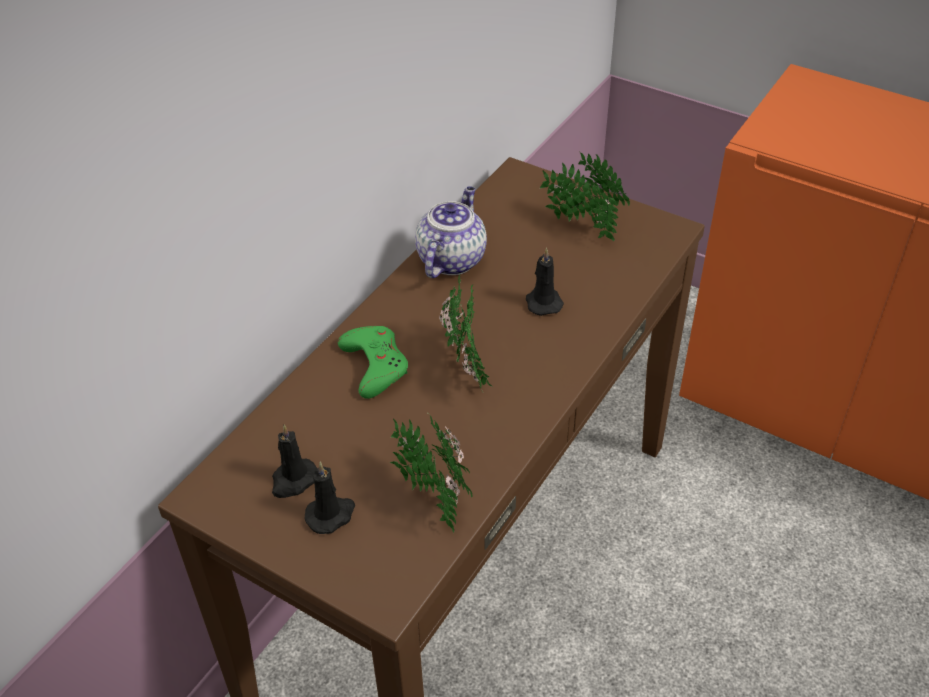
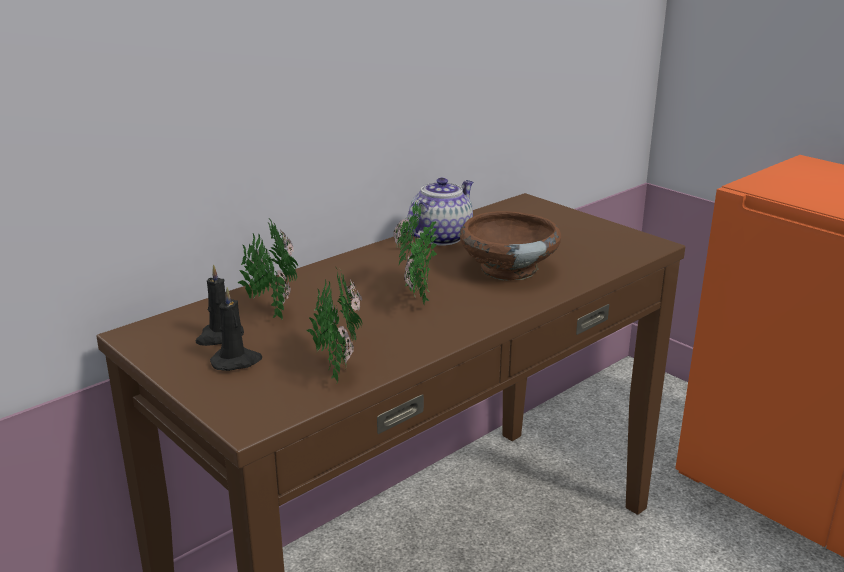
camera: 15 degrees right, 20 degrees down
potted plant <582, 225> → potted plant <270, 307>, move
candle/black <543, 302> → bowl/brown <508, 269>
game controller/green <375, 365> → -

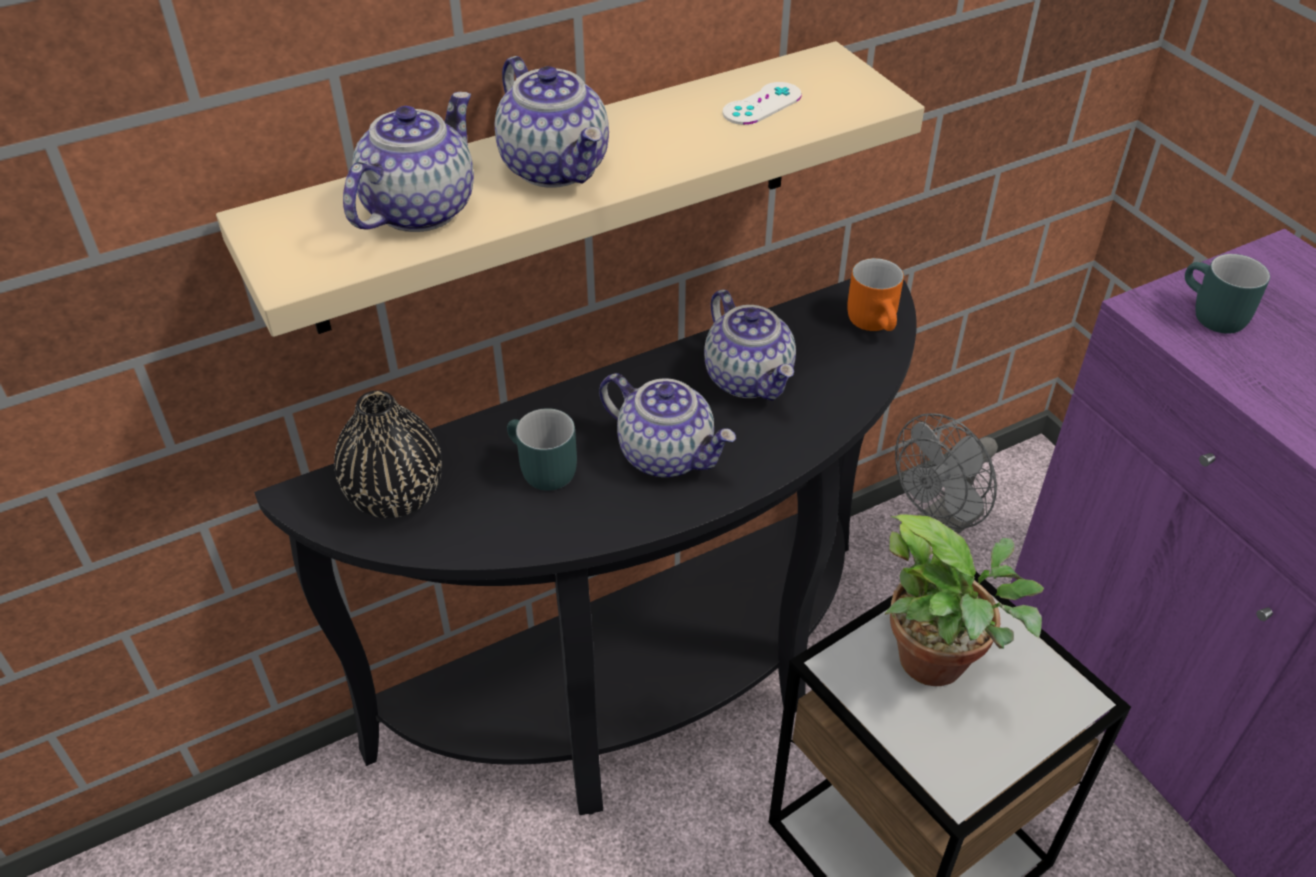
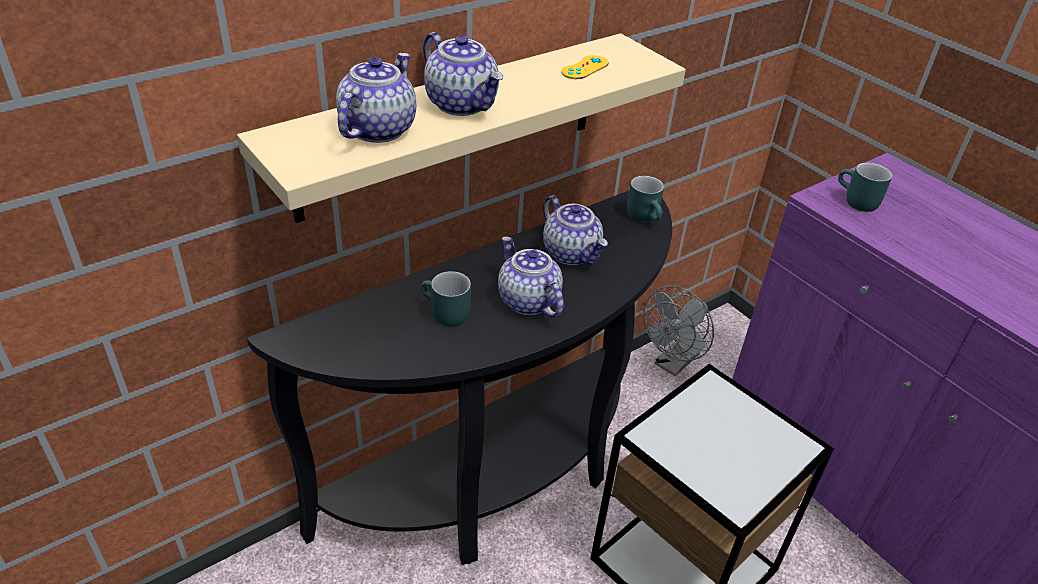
camera: 10 degrees left, 5 degrees down
teapot <667, 454> → teapot <527, 301>, 150 degrees counterclockwise
game controller/white <762, 104> → game controller/yellow <584, 68>
mug/orange <877, 322> → mug/turquoise <646, 217>
vase/black <395, 495> → -
potted plant <941, 664> → -

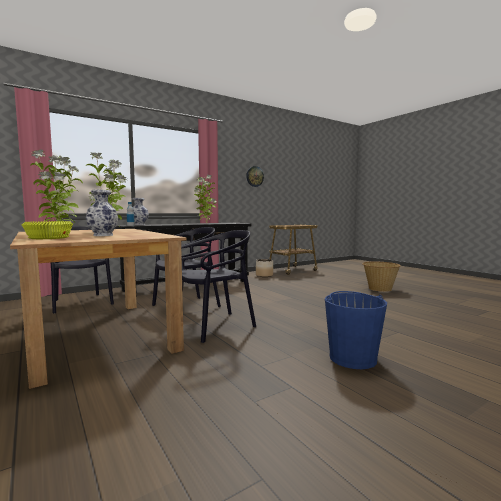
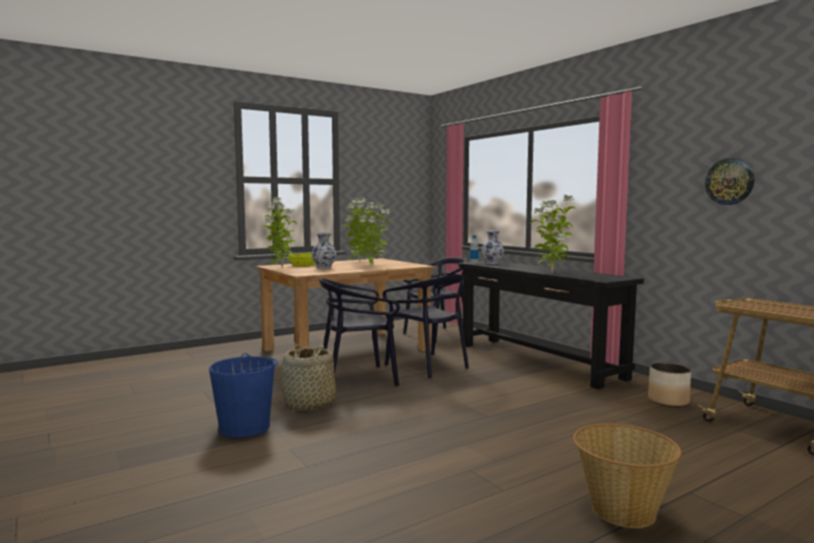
camera: 90 degrees right, 0 degrees up
- → potted plant <281, 268>
- → basket <309, 404>
chair/black <215, 326> → chair/black <358, 378>, 105 degrees clockwise

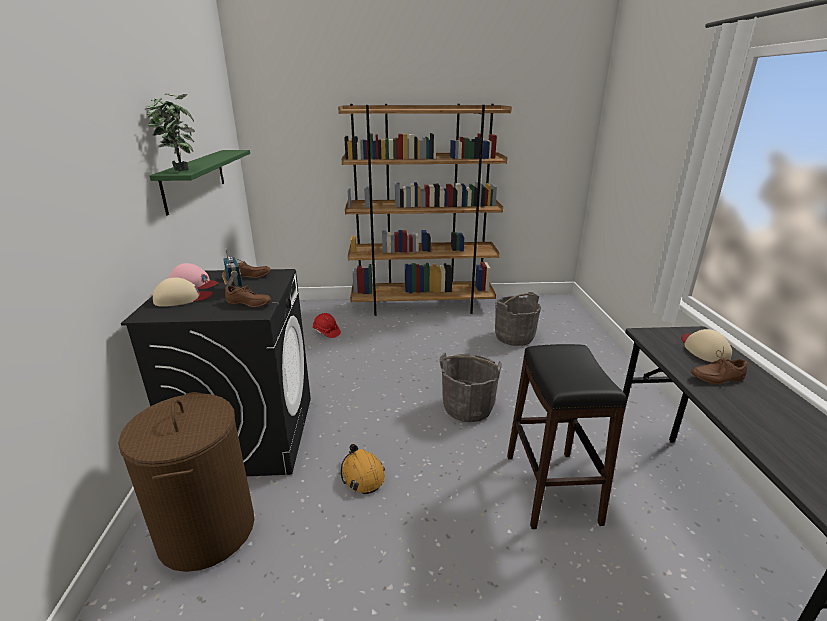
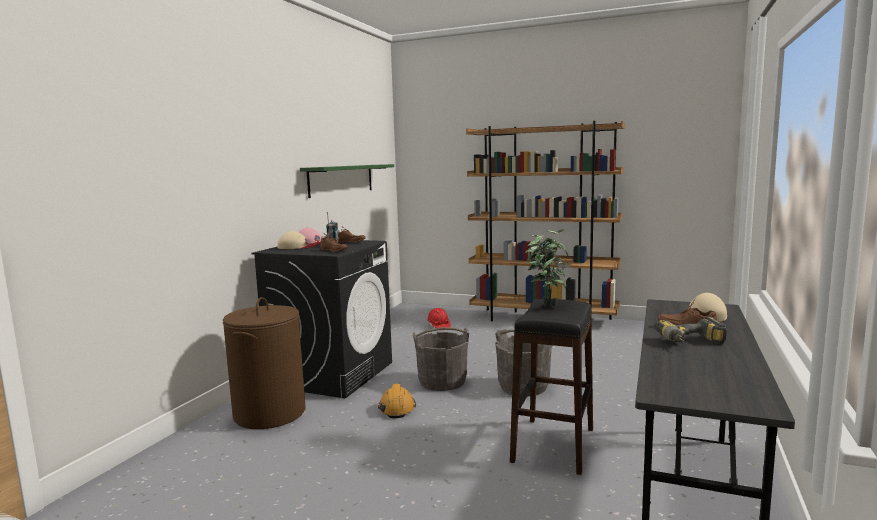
camera: 25 degrees right, 15 degrees down
bucket/grey <514, 337> → bucket/grey <442, 382>, move
potted plant <180, 170> → potted plant <546, 304>, move
- → power drill <692, 343>

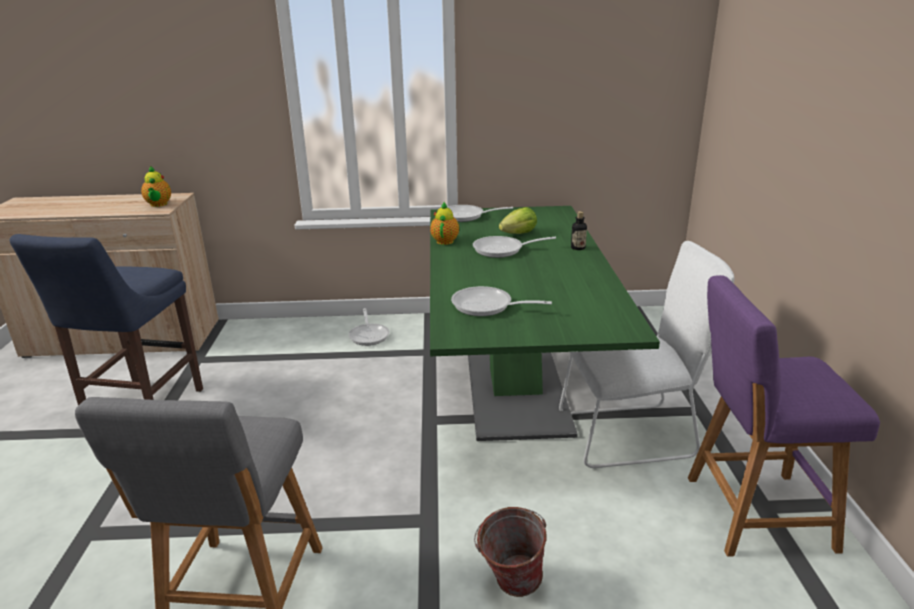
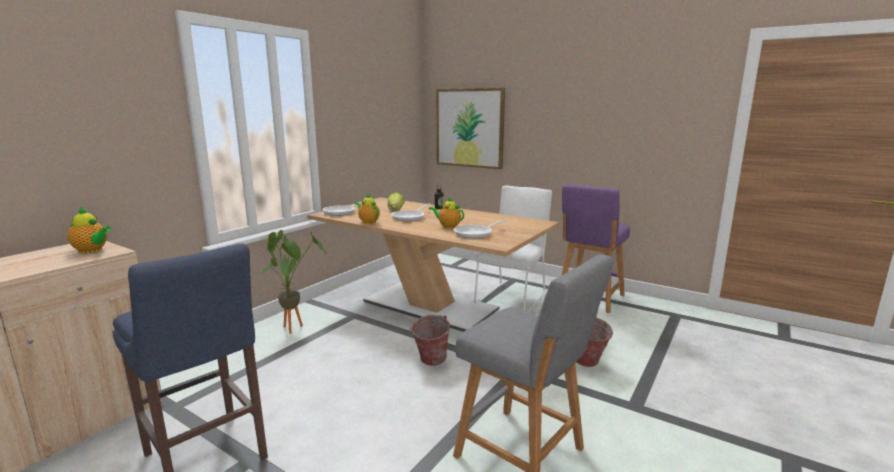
camera: 55 degrees left, 10 degrees down
frying pan <369, 335> → potted plant <294, 326>
dining table/green <514, 384> → dining table/beige <430, 306>
- → bucket <430, 362>
- → teapot <448, 226>
- → picture <469, 128>

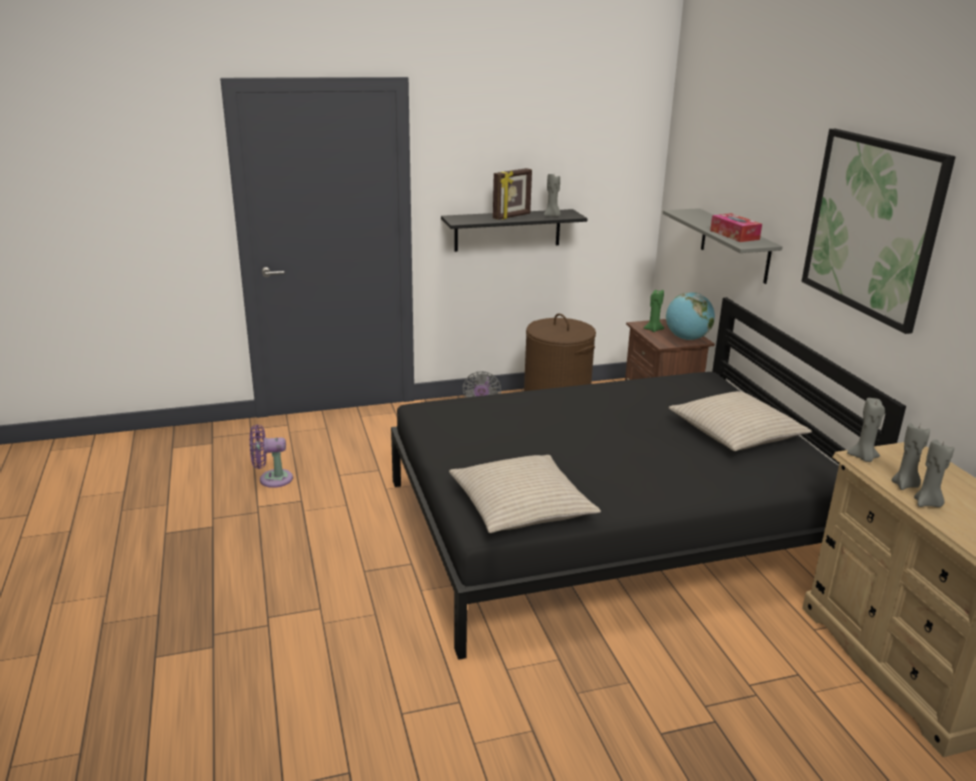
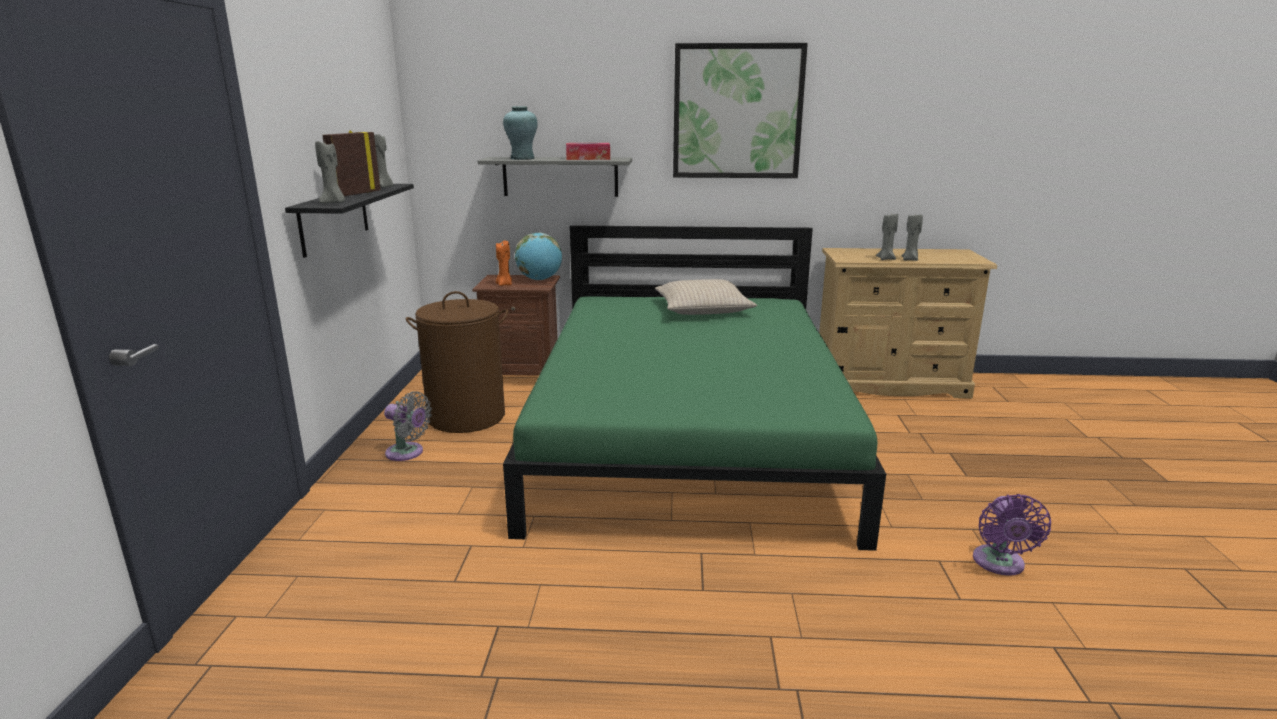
camera: 70 degrees left, 5 degrees down
candle/grey <863, 458> → candle/grey <334, 203>, move
picture frame <512, 216> → picture frame <355, 194>, 135 degrees counterclockwise
candle/green <653, 329> → candle/orange <504, 284>
- → vase/turquoise <522, 158>
bed/black <609, 528> → bed/green <689, 435>
fan/purple <272, 479> → fan/purple <999, 564>, move
pillow/beige <521, 506> → -

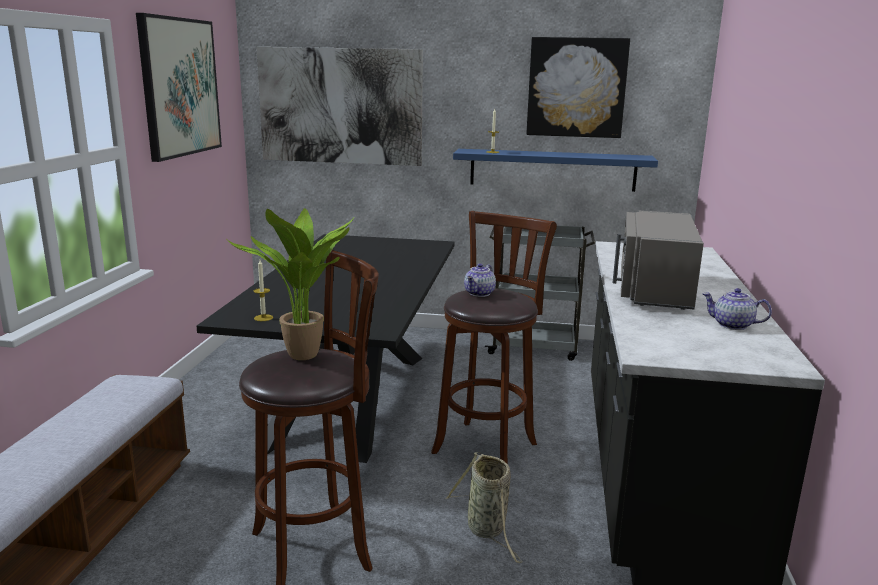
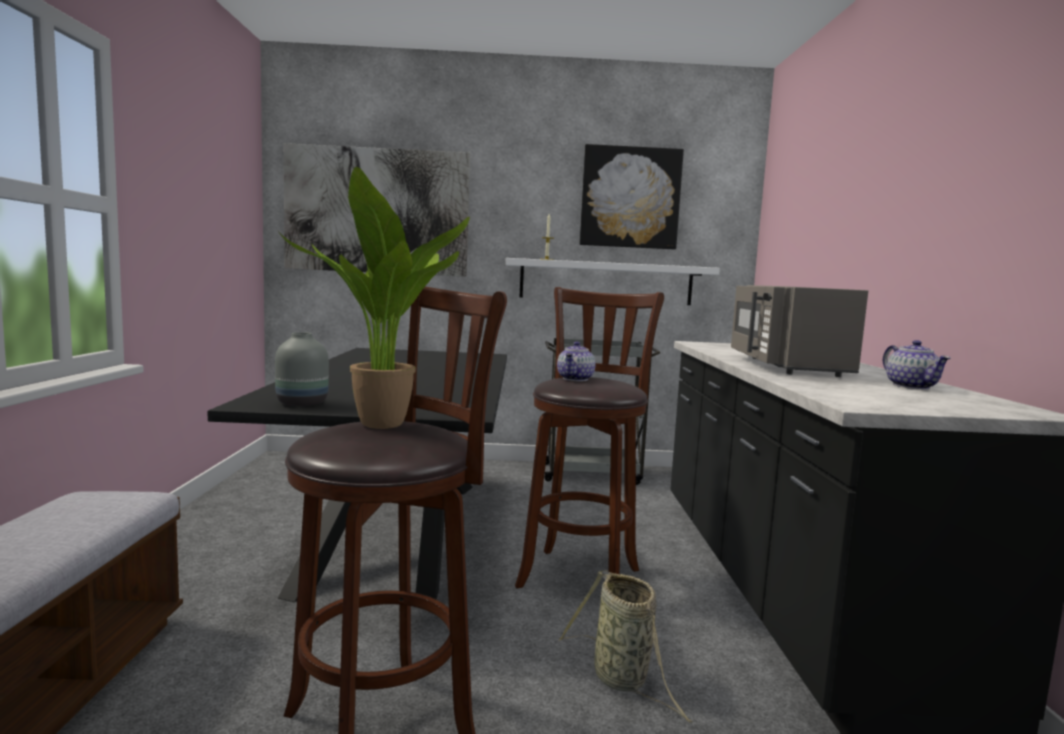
camera: 10 degrees left, 10 degrees down
candle <263, 318> → vase/grey <303, 404>
shelf/blue <552, 170> → shelf/white <606, 282>
teapot <732, 325> → teapot <912, 386>, 120 degrees counterclockwise
picture <180, 87> → -

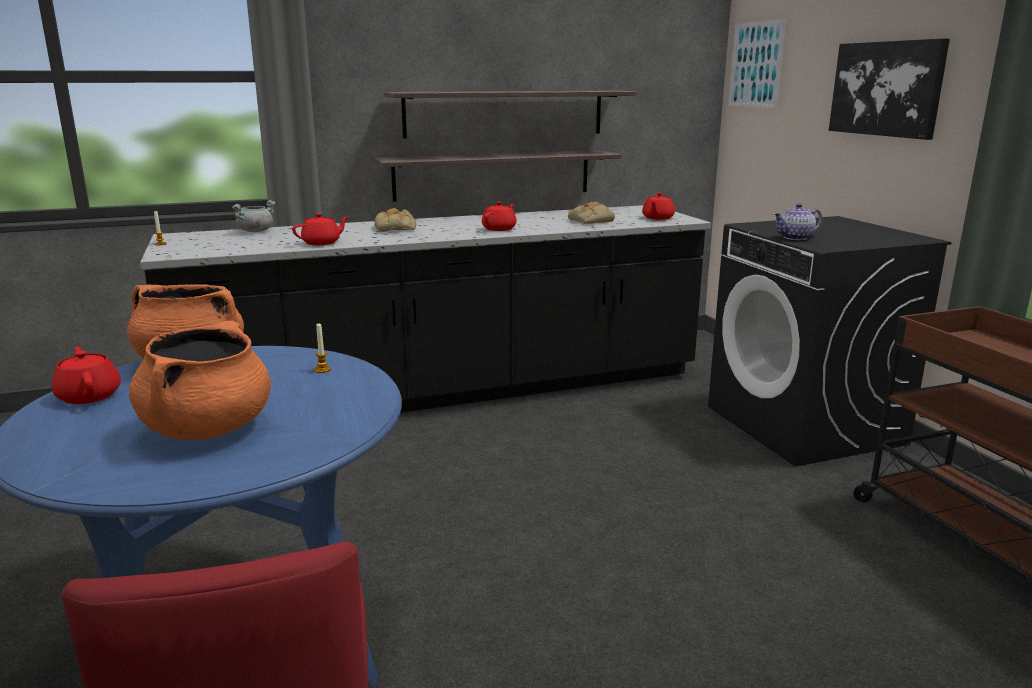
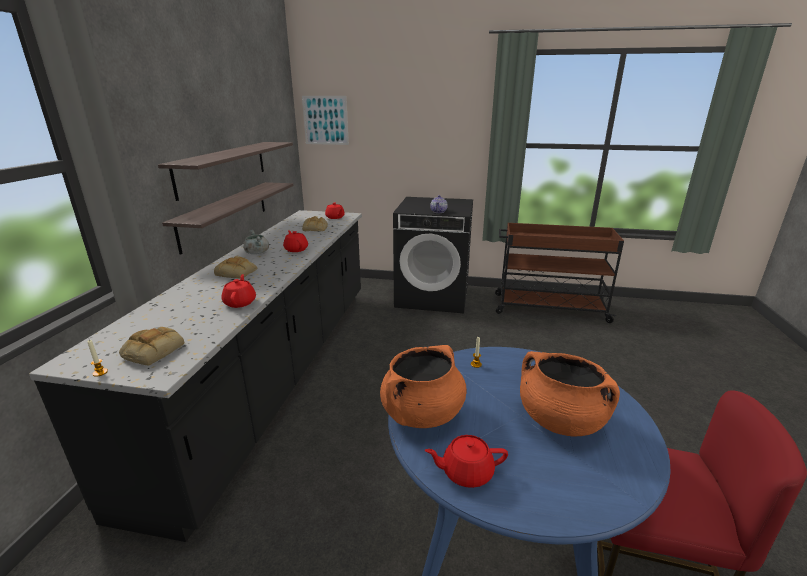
camera: 60 degrees left, 5 degrees up
- → bread <153, 350>
cooking pot/grey <255, 231> → cooking pot/grey <256, 252>, move
picture <886, 88> → -

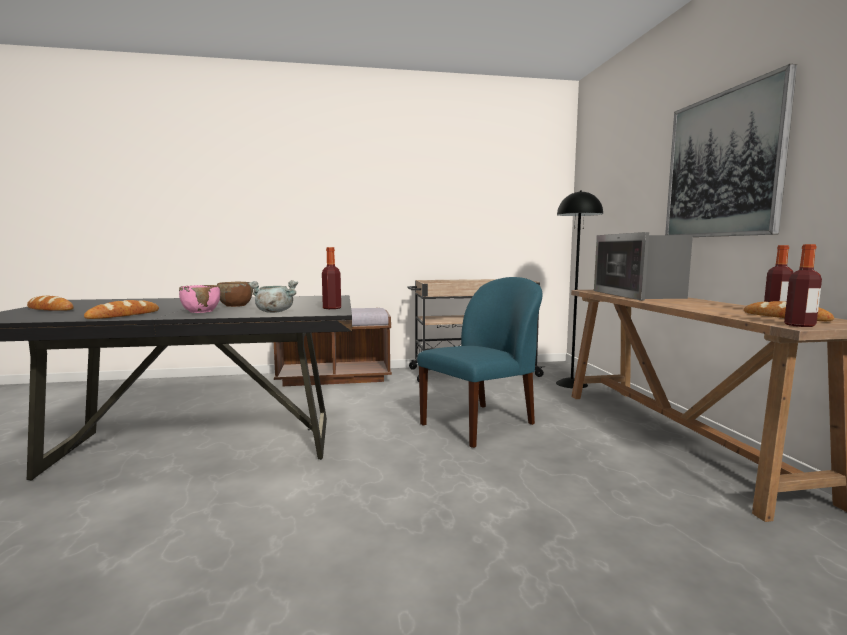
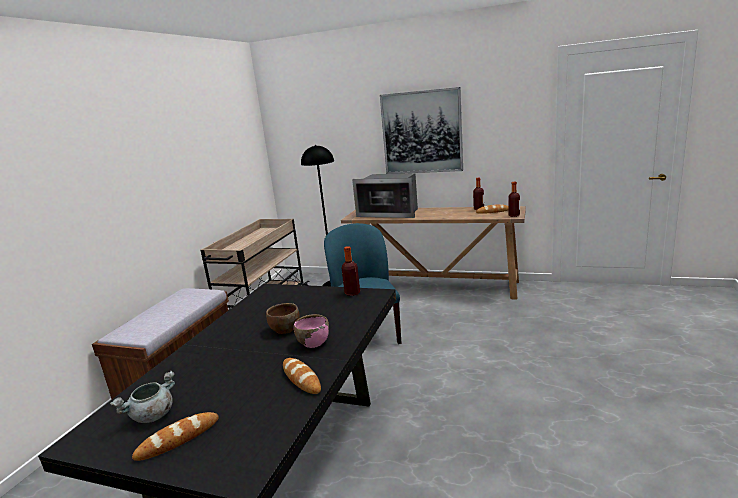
camera: 60 degrees left, 10 degrees up
cooking pot/grey <273, 312> → cooking pot/grey <152, 416>, move

